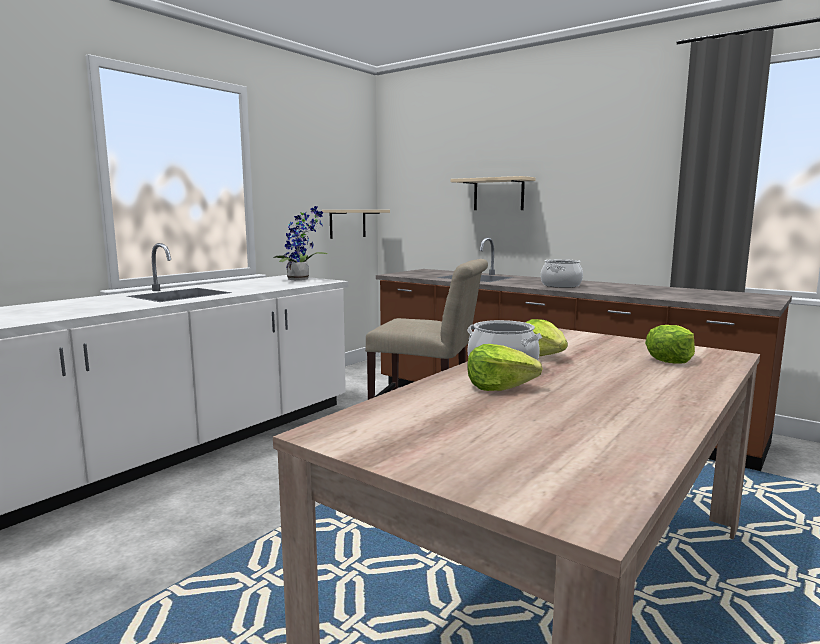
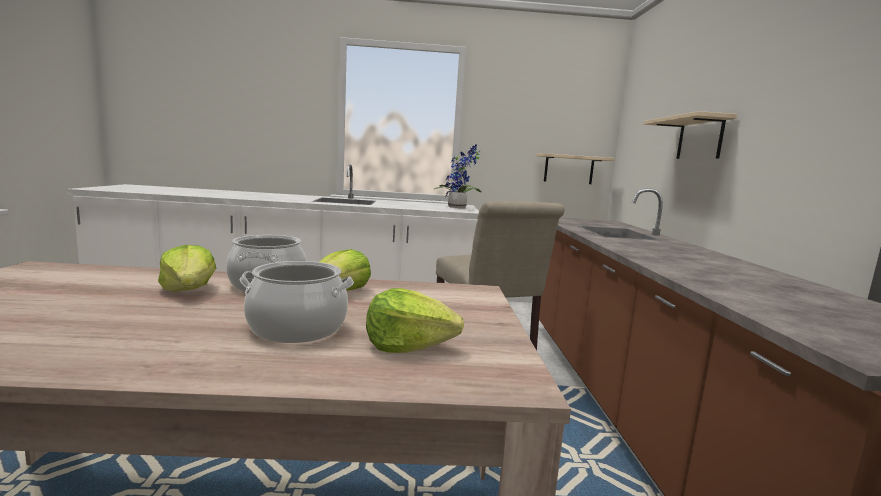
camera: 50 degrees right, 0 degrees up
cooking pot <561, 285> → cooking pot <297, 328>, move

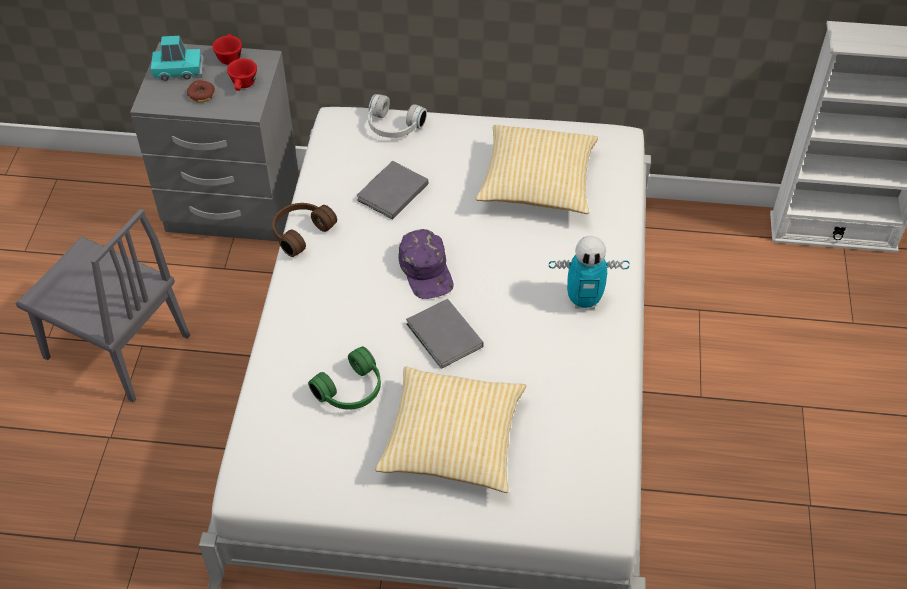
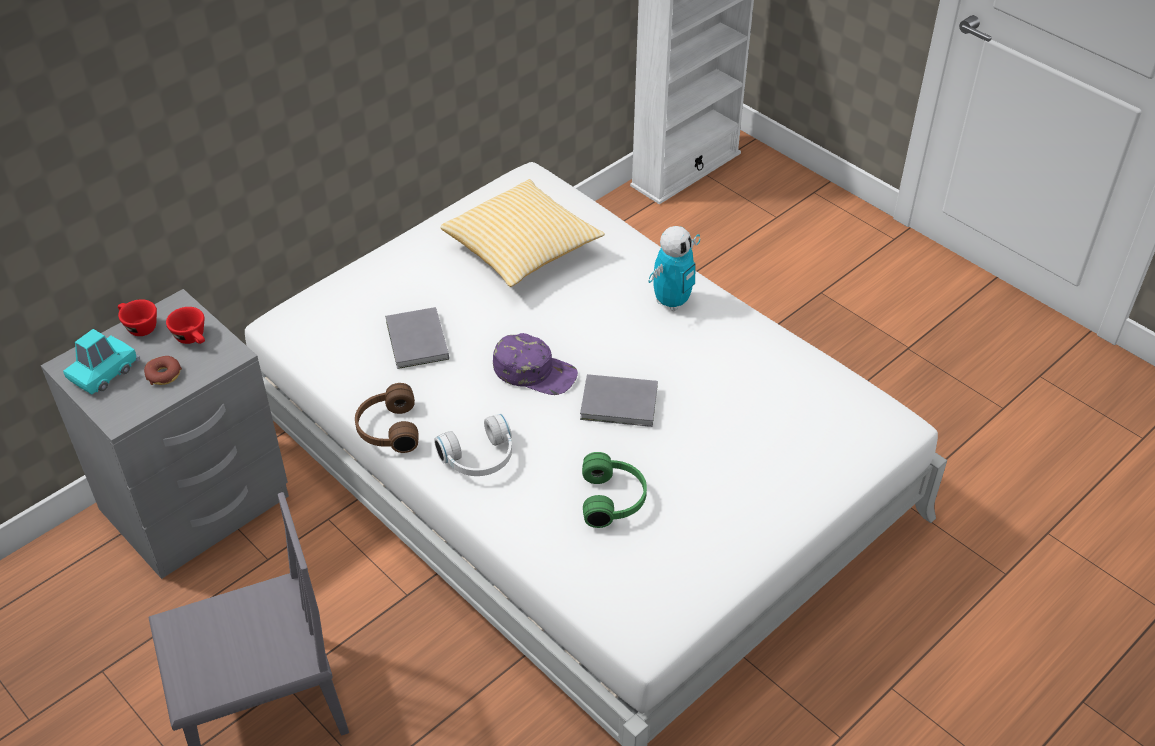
camera: 50 degrees left, 5 degrees down
headphones/white <393, 127> → headphones/white <480, 459>, move
pillow <452, 441> → -

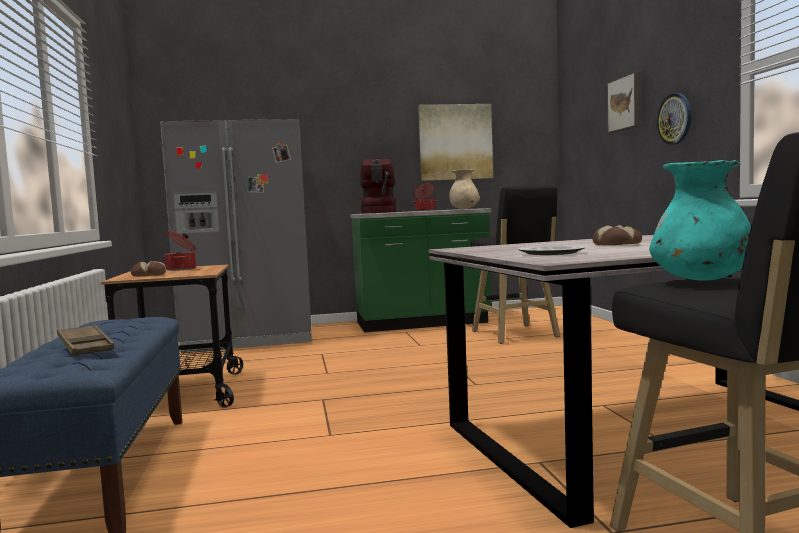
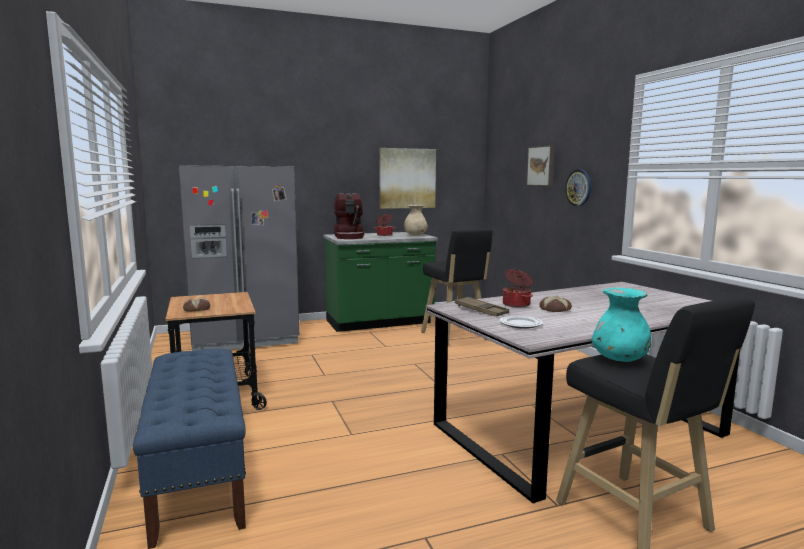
camera: 10 degrees left, 5 degrees up
tray/brown <85, 346> → tray/brown <481, 310>, move
cooking pot <182, 269> → cooking pot <517, 304>, move

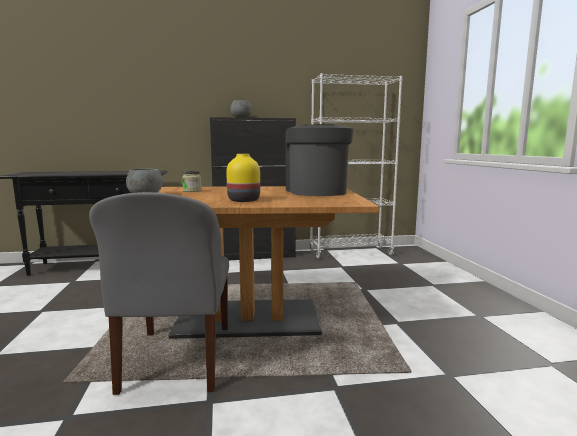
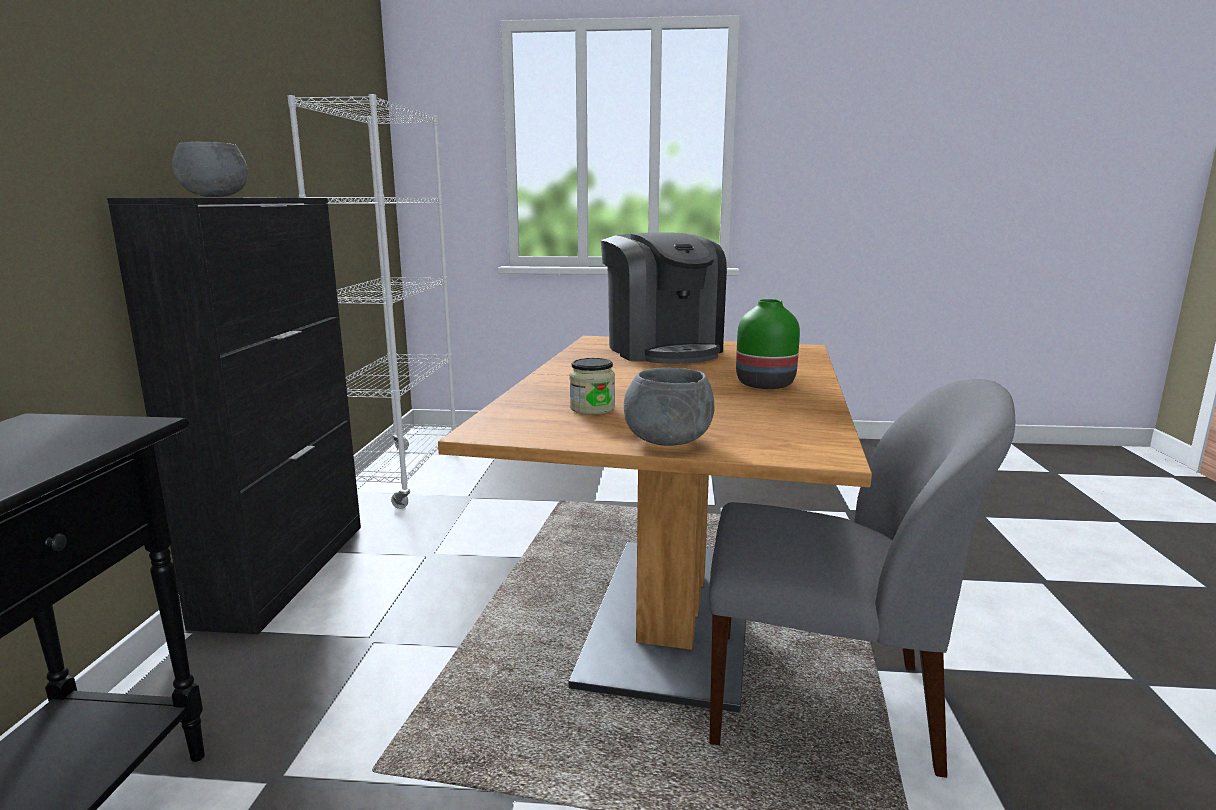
camera: 75 degrees left, 5 degrees up
coffee machine <316, 191> → coffee machine <662, 350>, 120 degrees counterclockwise
vase/yellow <243, 200> → vase/green <763, 384>

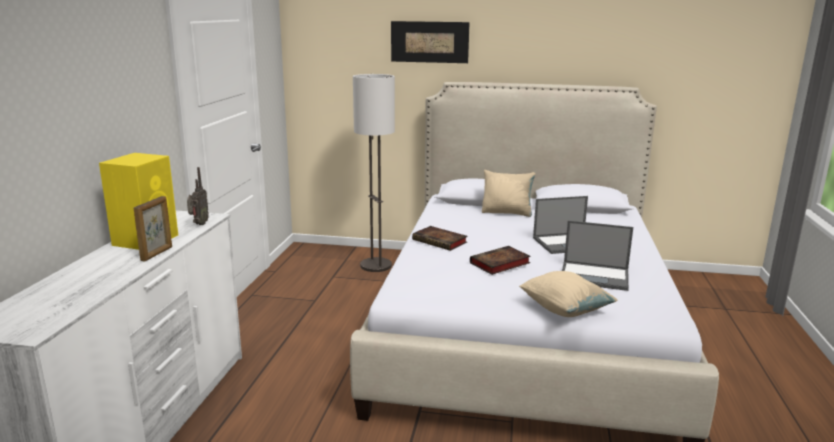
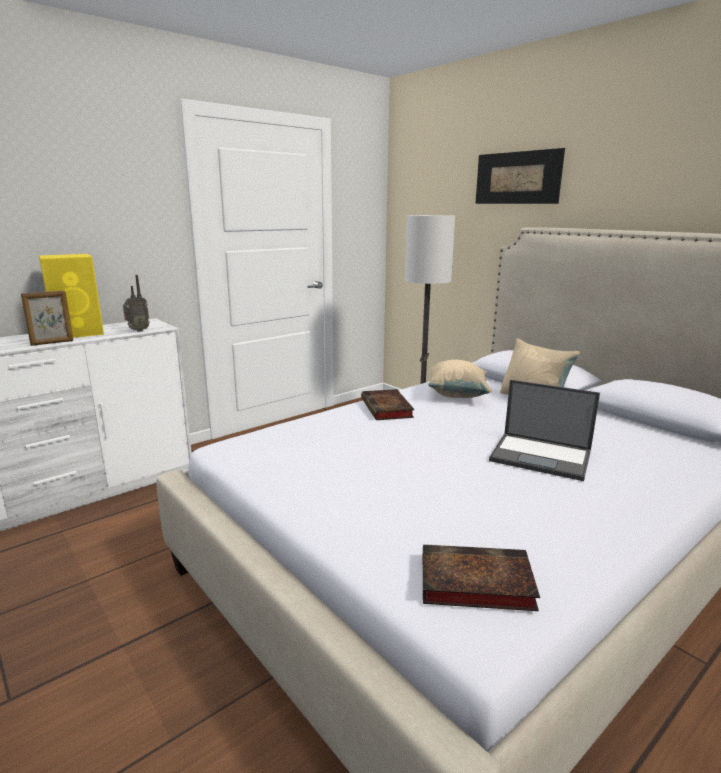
camera: 40 degrees right, 0 degrees up
book <499, 264> → book <473, 583>, move
pillow/beige <565, 310> → pillow/beige <457, 395>, move
laptop <595, 276> → -

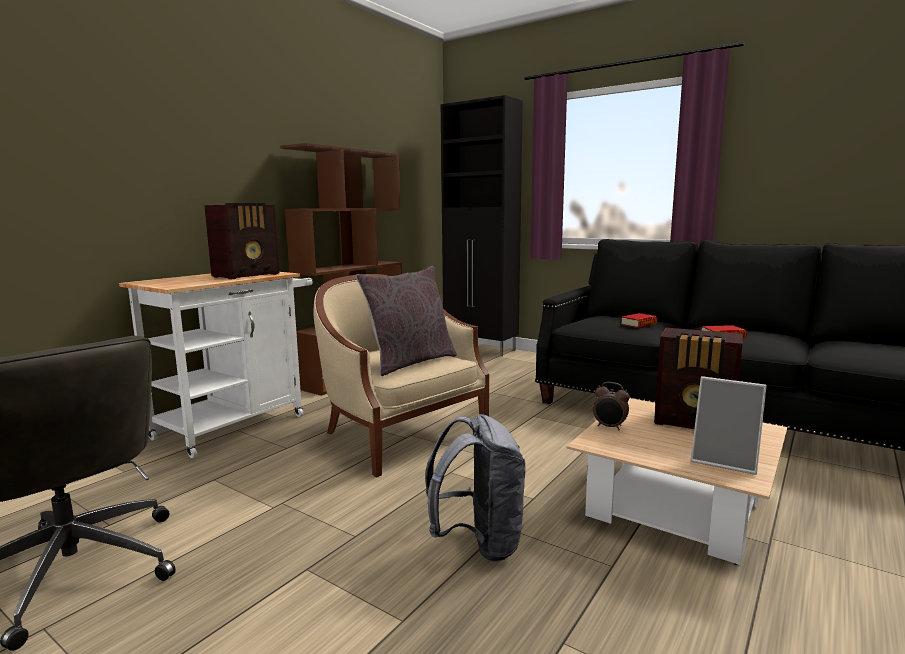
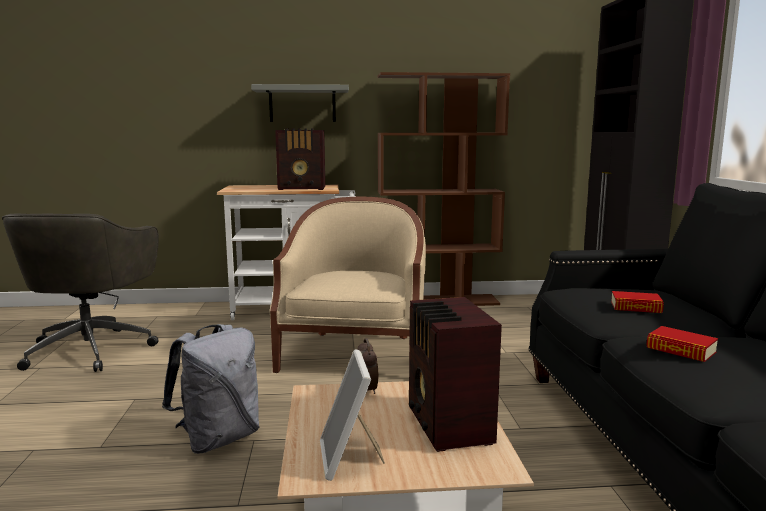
camera: 50 degrees right, 0 degrees up
- → shelf/grey <302, 104>
pillow/grey <410, 362> → -

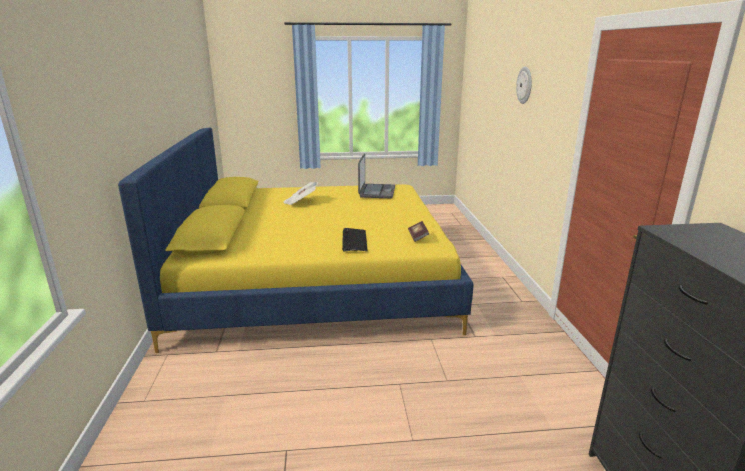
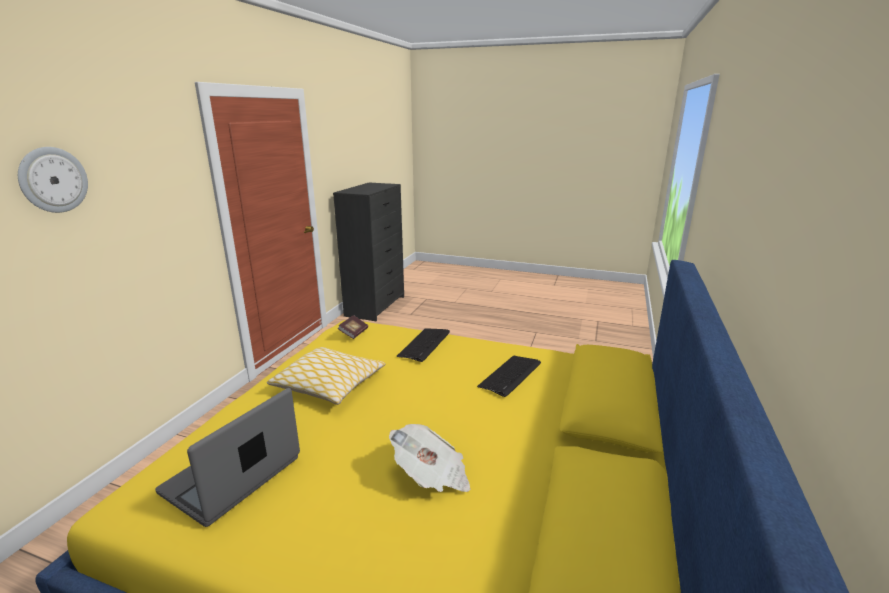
camera: 155 degrees left, 0 degrees up
- → pillow <329, 385>
- → keyboard <510, 375>

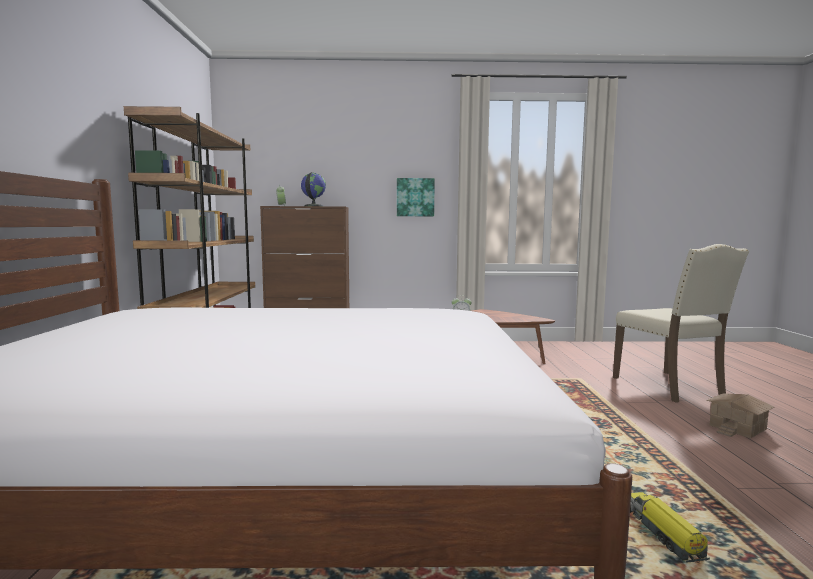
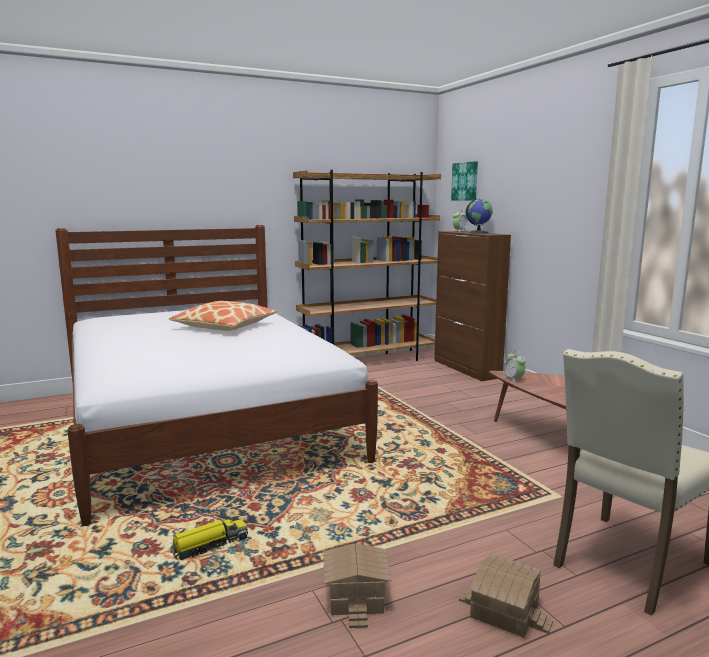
camera: 65 degrees right, 5 degrees up
- → pillow <224, 326>
- → toy house <354, 596>
picture <415, 197> → picture <465, 181>, move

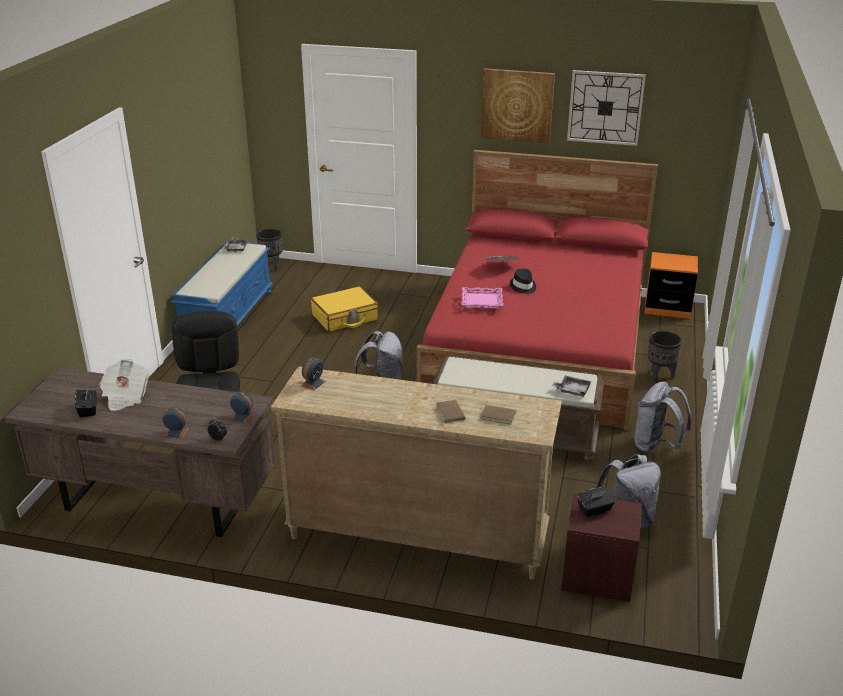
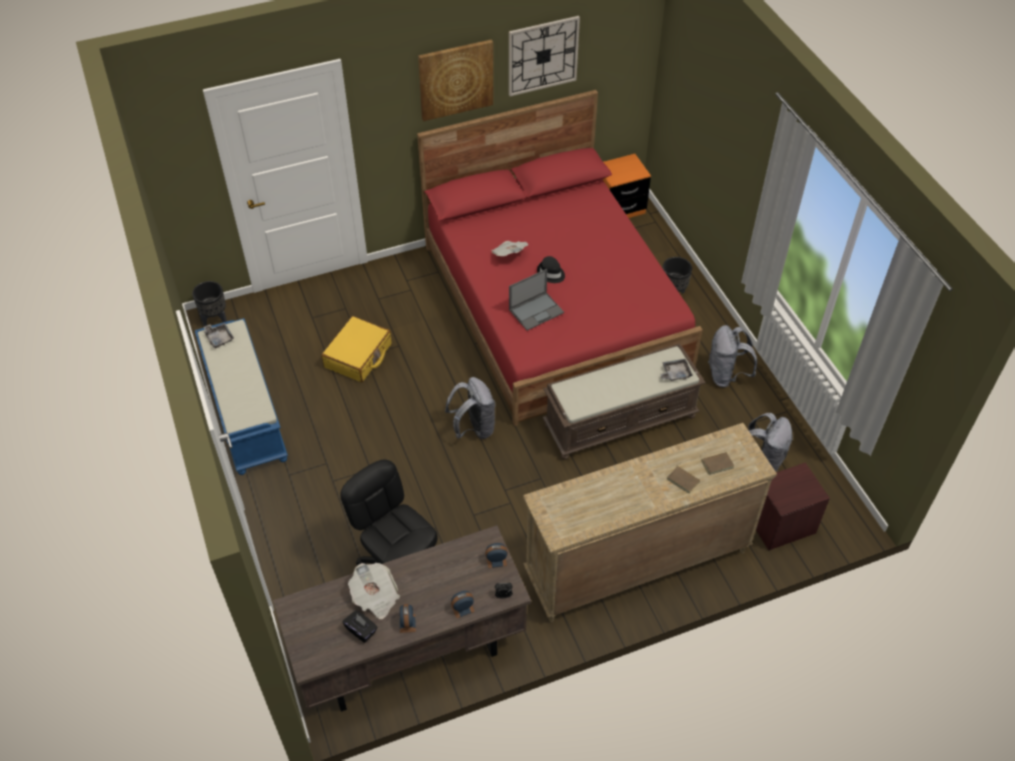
camera: 35 degrees left, 20 degrees up
alarm clock <313, 383> → alarm clock <407, 623>, move
tray/pink <482, 301> → laptop <536, 311>
tissue box/black <594, 510> → -

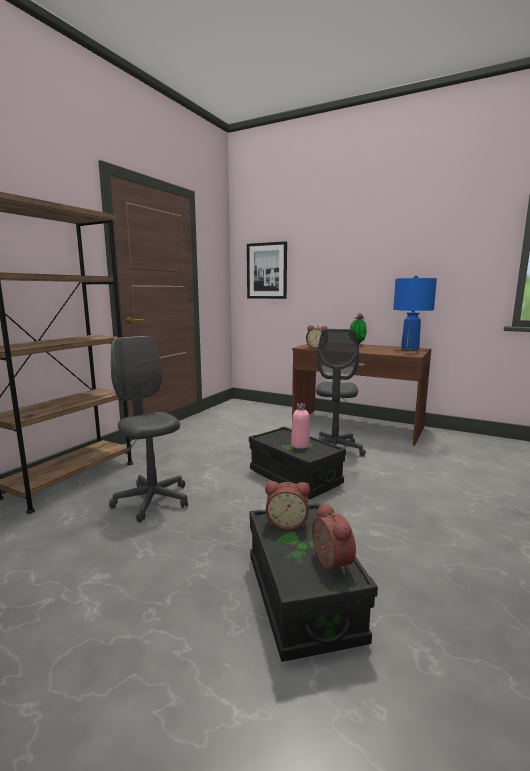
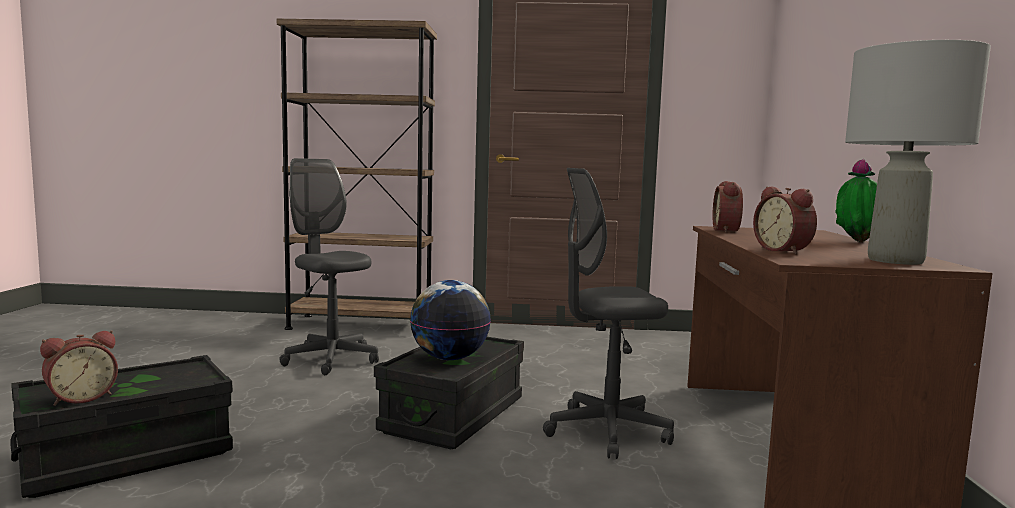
camera: 65 degrees right, 5 degrees down
office chair/grey <152, 500> → office chair/grey <331, 359>, 75 degrees counterclockwise
bottle/pink <300, 445> → globe <450, 358>
alarm clock <287, 523> → alarm clock <784, 251>, move
table lamp/blue <409, 349> → table lamp/grey <894, 260>
picture <267, 271> → -

